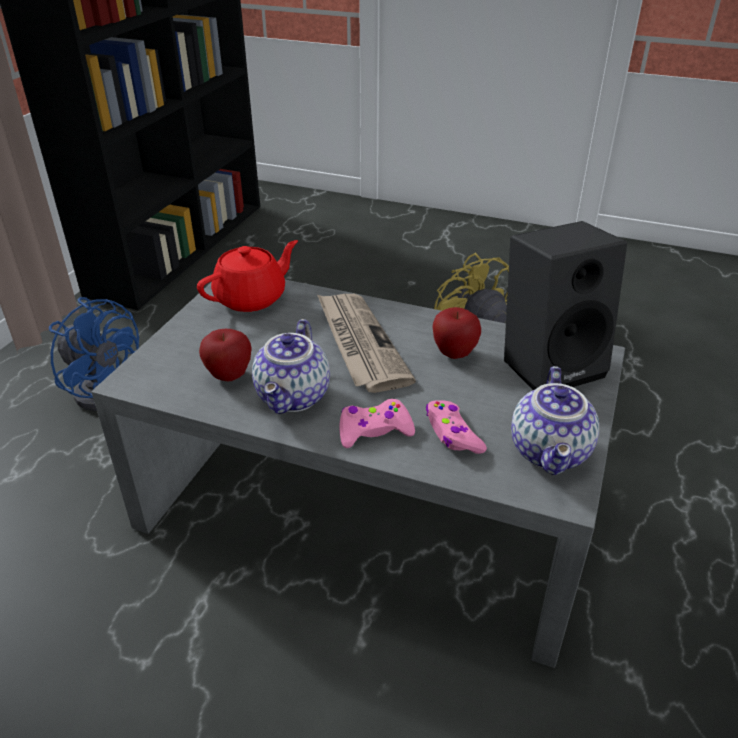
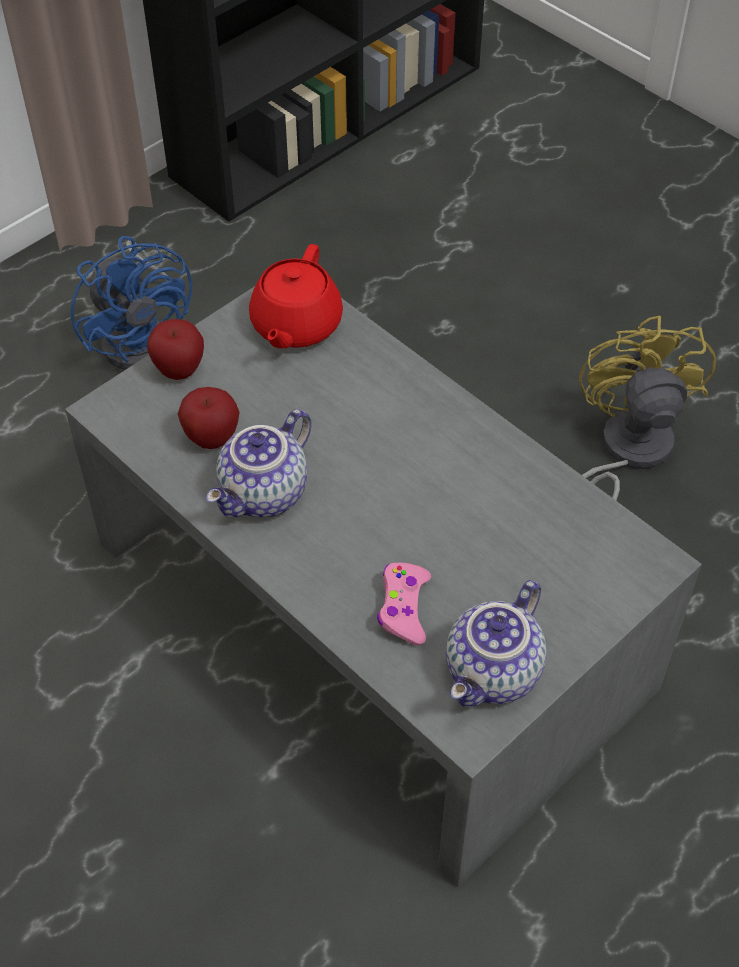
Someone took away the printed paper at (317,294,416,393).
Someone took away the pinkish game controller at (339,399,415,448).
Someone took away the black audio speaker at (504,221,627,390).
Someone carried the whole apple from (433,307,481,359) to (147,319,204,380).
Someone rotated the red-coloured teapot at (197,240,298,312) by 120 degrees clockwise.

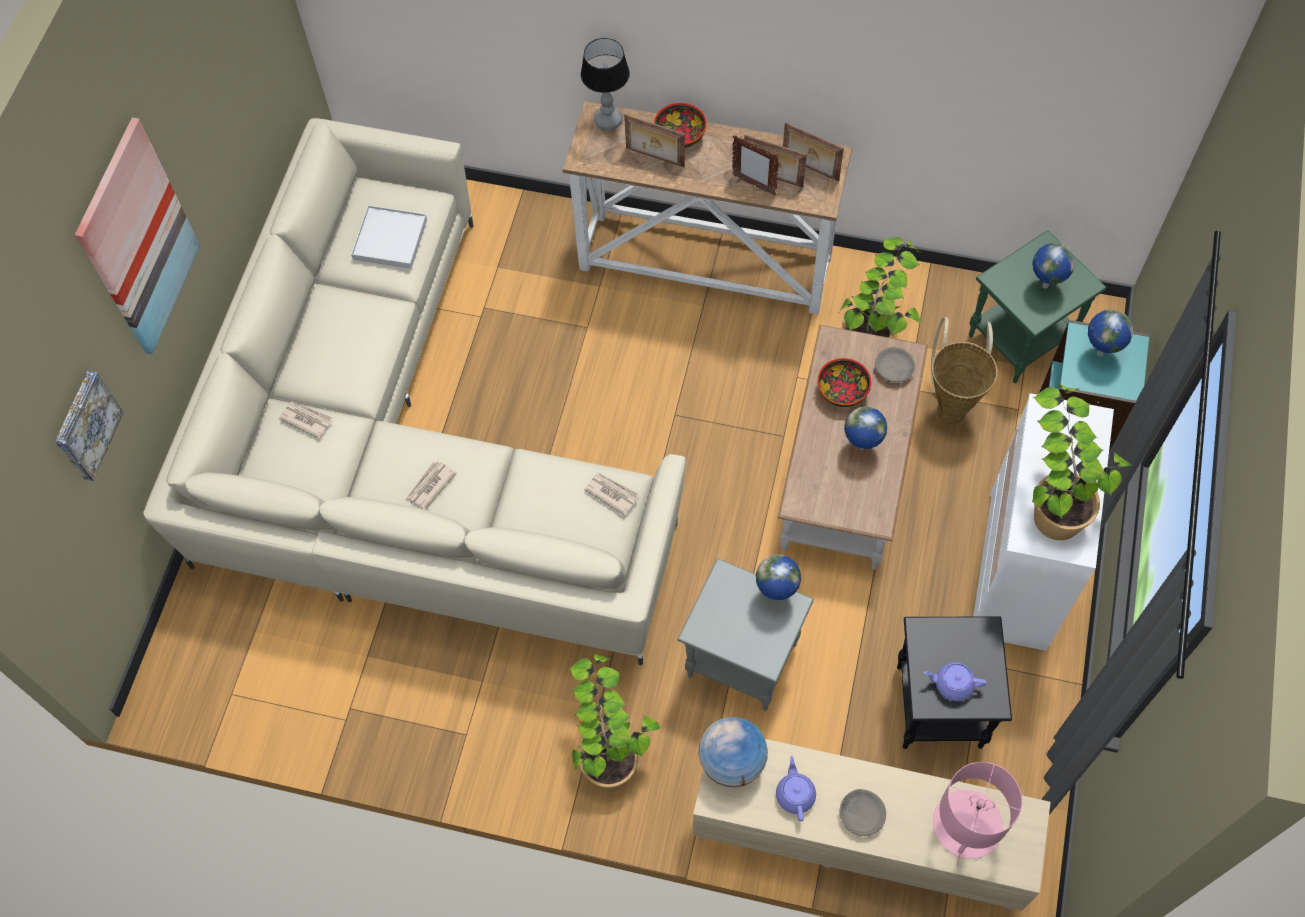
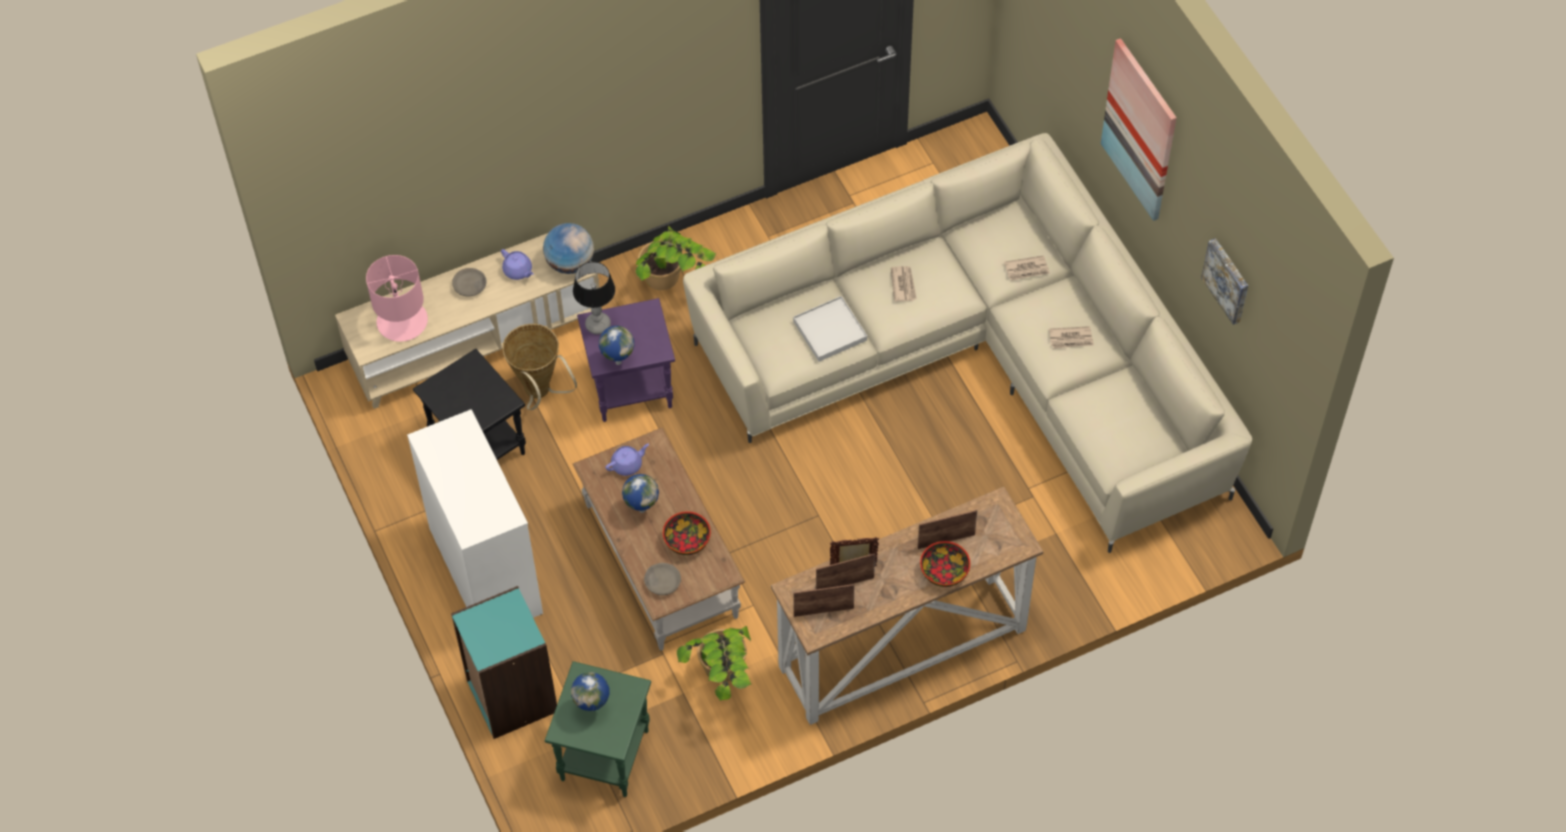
Someone took away the potted plant at (1032,383,1132,540).
Someone took away the desk globe at (1088,309,1133,356).
Someone carried the picture from (55,371,124,481) to (1201,238,1248,325).
Someone carried the white-coloured tray from (351,205,427,269) to (793,296,867,362).
Someone carried the tabletop lamp from (581,38,630,130) to (573,261,615,335).
Someone carried the printed paper from (584,472,639,516) to (1049,326,1094,349).
Someone carried the purple-coloured teapot from (924,662,987,701) to (605,444,649,476).
Someone carried the storage basket from (931,317,997,424) to (502,324,577,410).
Someone repainted the grey end table at (678,558,814,711), which became the purple-coloured end table at (577,298,675,422).

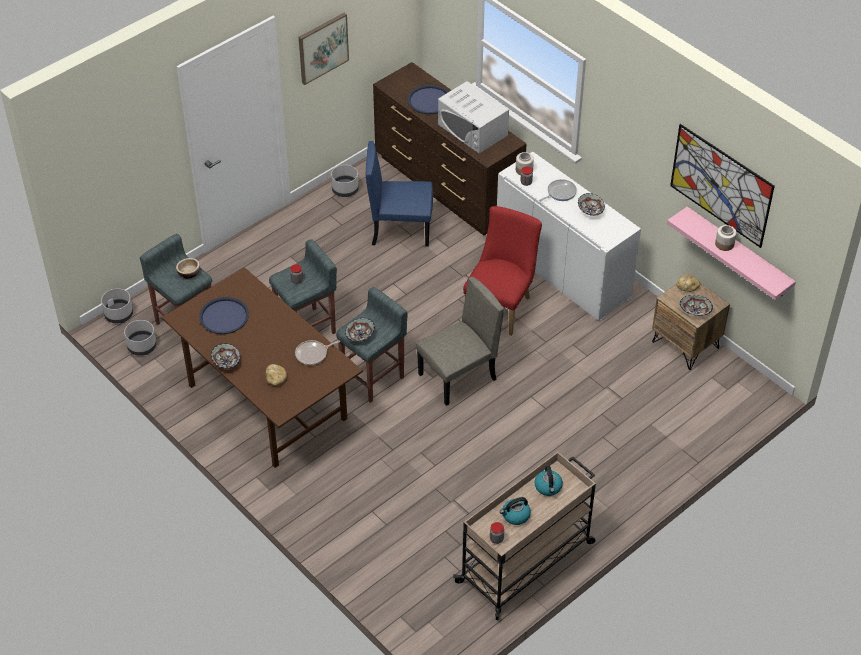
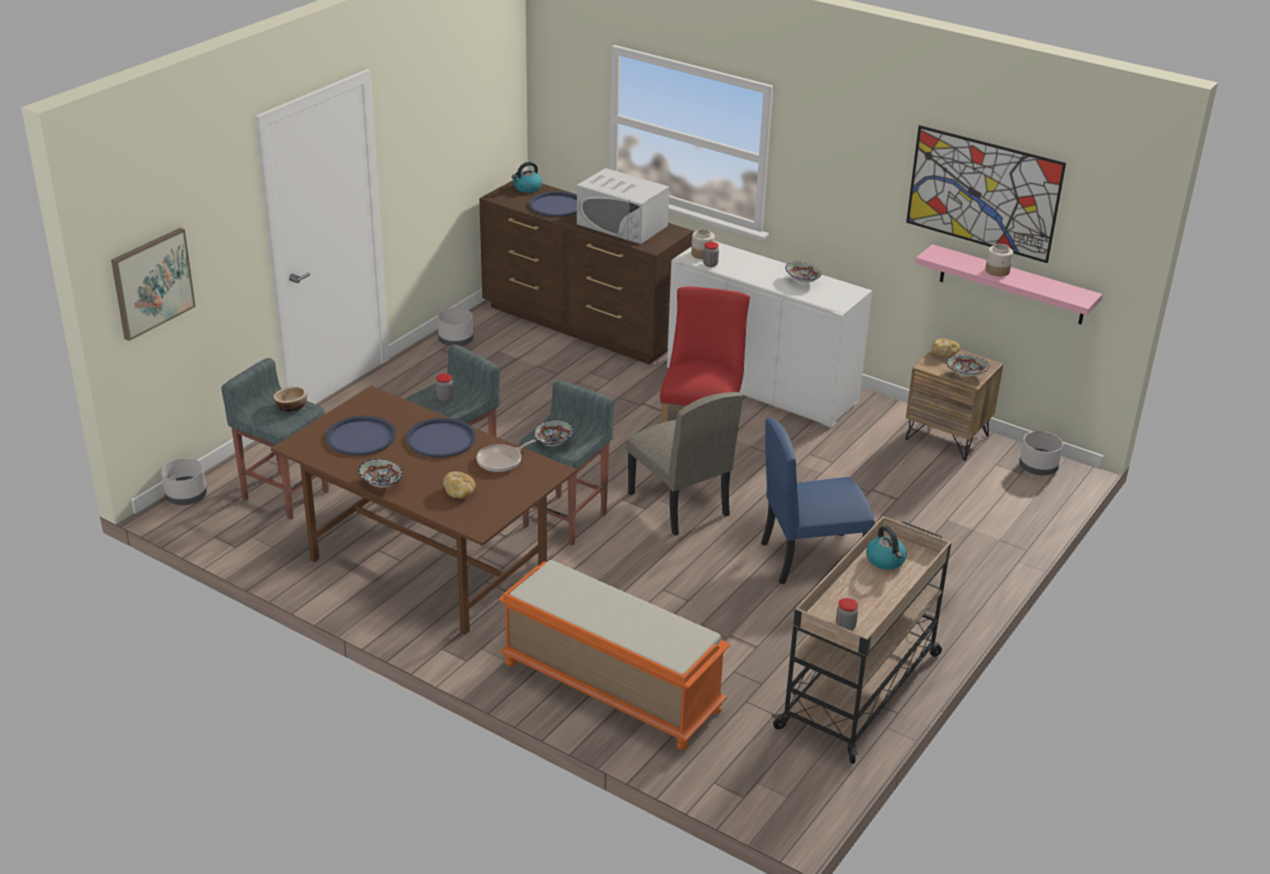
Someone took away the skillet at (539,179,577,201).
Someone put down the bluish tray at (406,418,476,458).
Someone put down the orange-coloured long seat at (498,560,731,750).
Someone carried the grey planter from (124,320,156,356) to (1019,431,1063,475).
Someone carried the picture from (299,13,349,85) to (111,228,196,341).
Someone carried the bluish chair from (366,141,433,247) to (761,418,875,584).
Someone carried the kettle from (500,497,531,525) to (512,162,542,193).
Someone rotated the beige chair at (416,277,504,406) by 105 degrees clockwise.

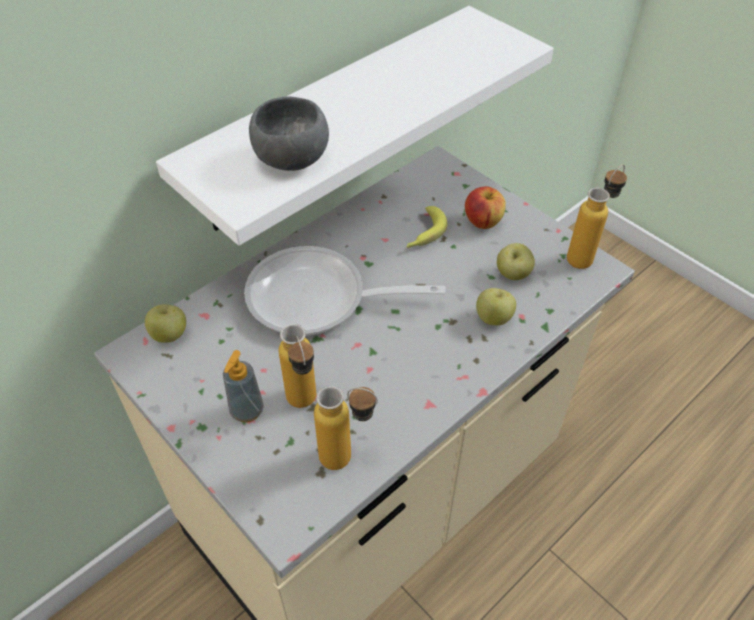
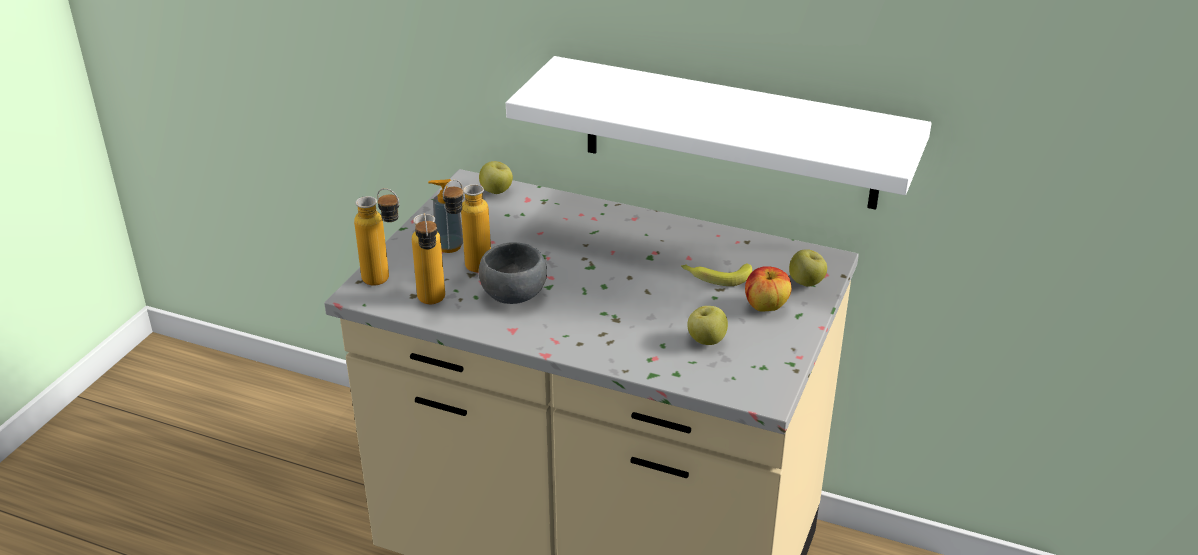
Someone took away the skillet at (244,246,445,336).
Someone carried the grey deep dish from (249,97,329,171) to (479,243,547,304).
Someone carried the whole apple from (476,288,516,325) to (789,249,827,287).
Someone carried the drink bottle from (567,165,627,269) to (354,188,399,286).

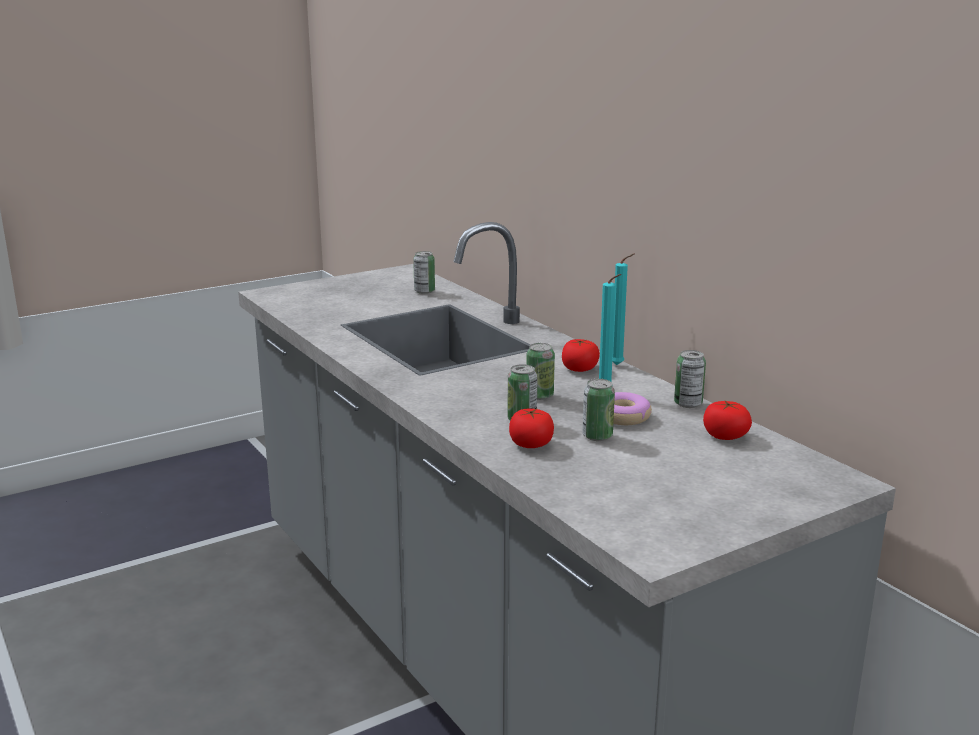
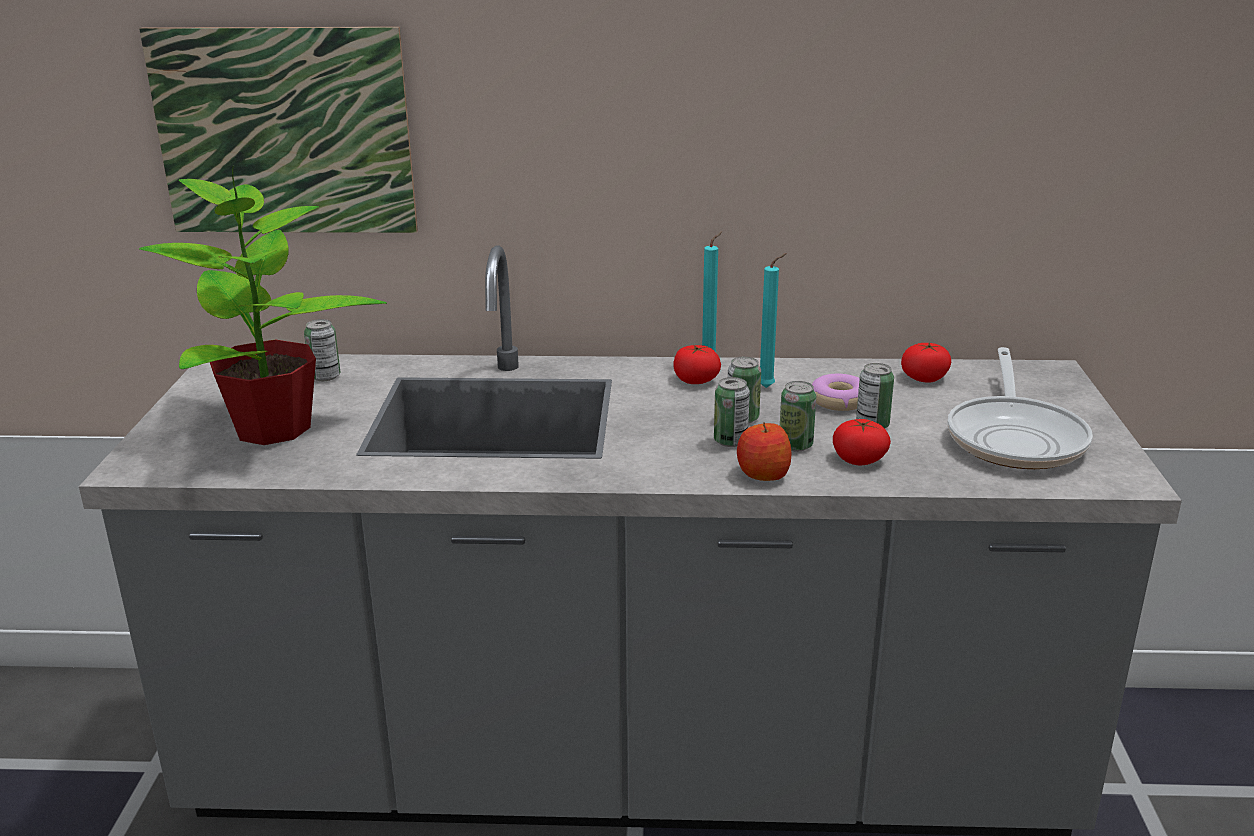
Someone put up the picture at (139,27,418,233).
Someone put down the potted plant at (139,166,387,445).
Someone put down the whole apple at (737,422,791,481).
Someone put down the skillet at (947,347,1093,469).
Someone carried the can from (674,350,706,408) to (714,377,750,447).

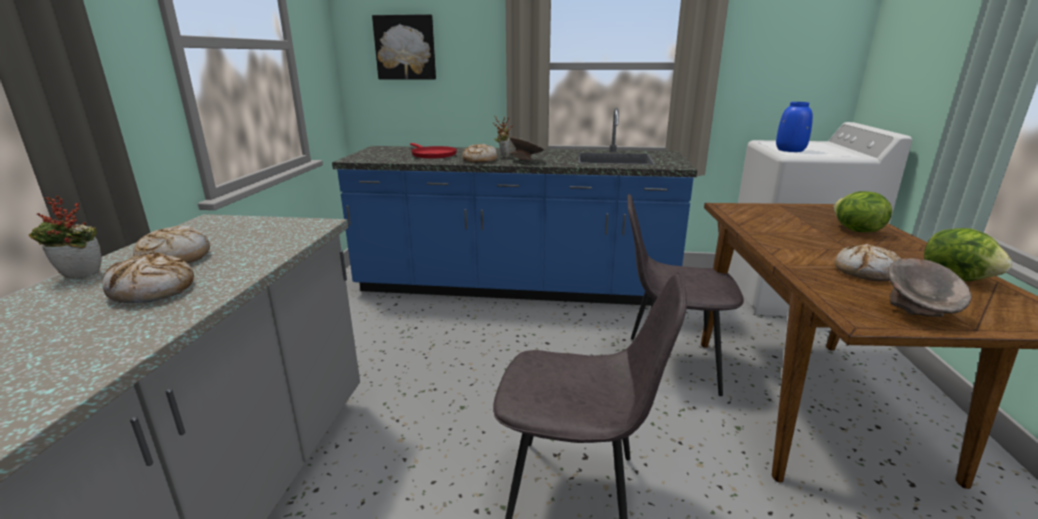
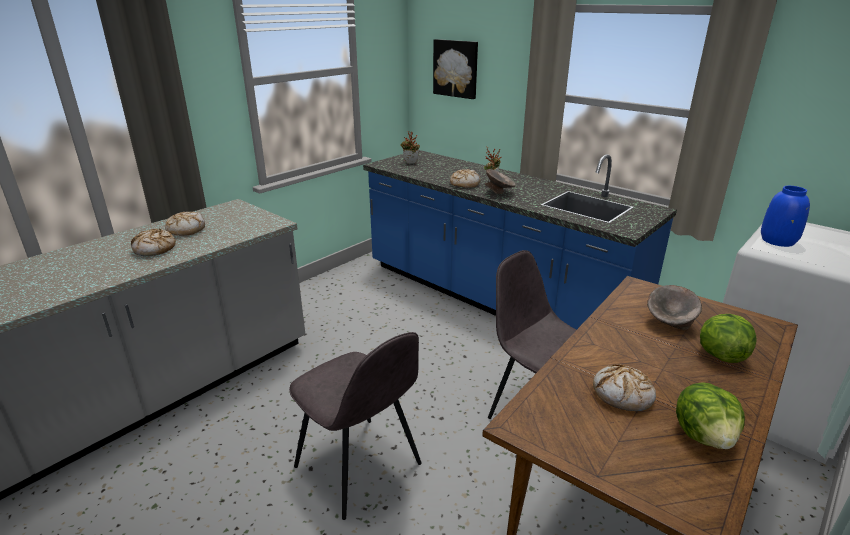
Someone took away the red-coloured skillet at (410,143,457,158).
Someone carried the potted plant from (29,195,102,278) to (400,131,420,164).
Someone carried the grey deep dish from (888,258,971,317) to (647,285,702,331).

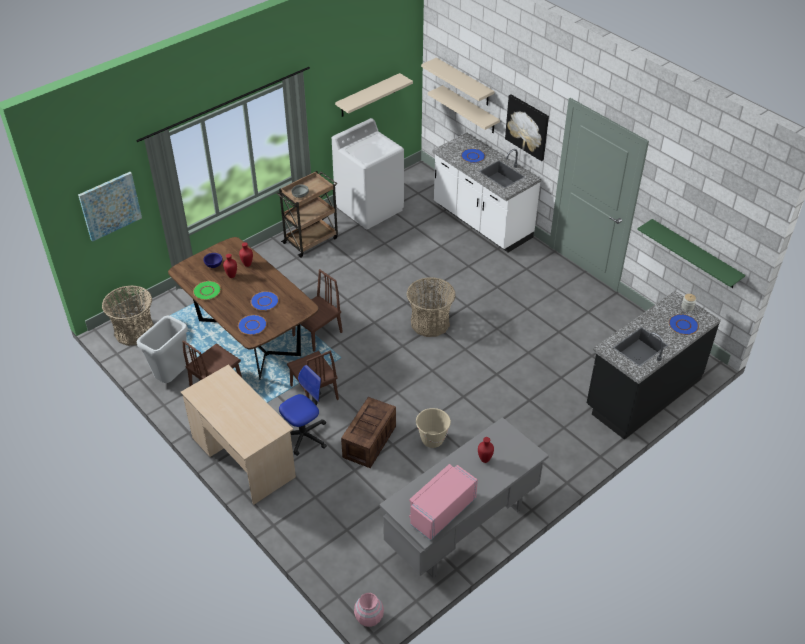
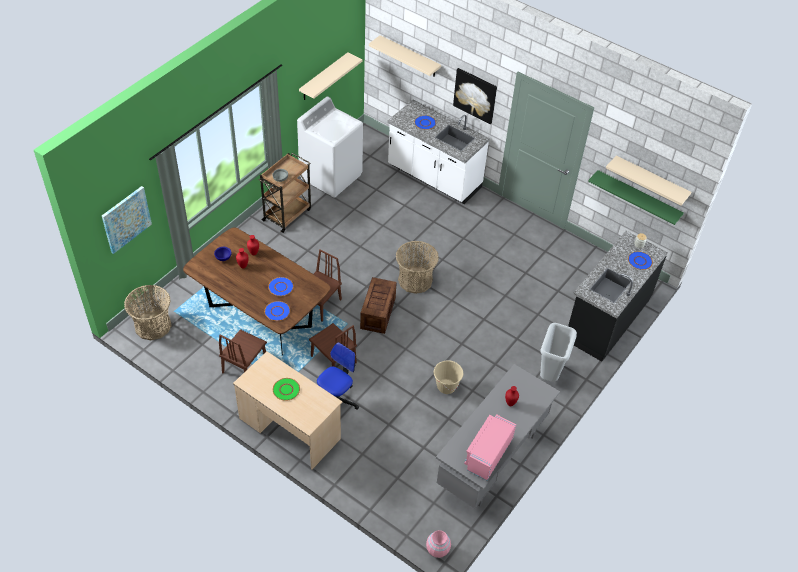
Someone carried the grey trash can from (137,316,188,383) to (540,323,577,382).
Someone carried the green plate from (193,281,221,300) to (273,378,300,401).
Someone carried the crate from (341,397,396,468) to (360,277,397,334).
Someone carried the beige shelf from (428,85,500,133) to (606,155,691,206).

